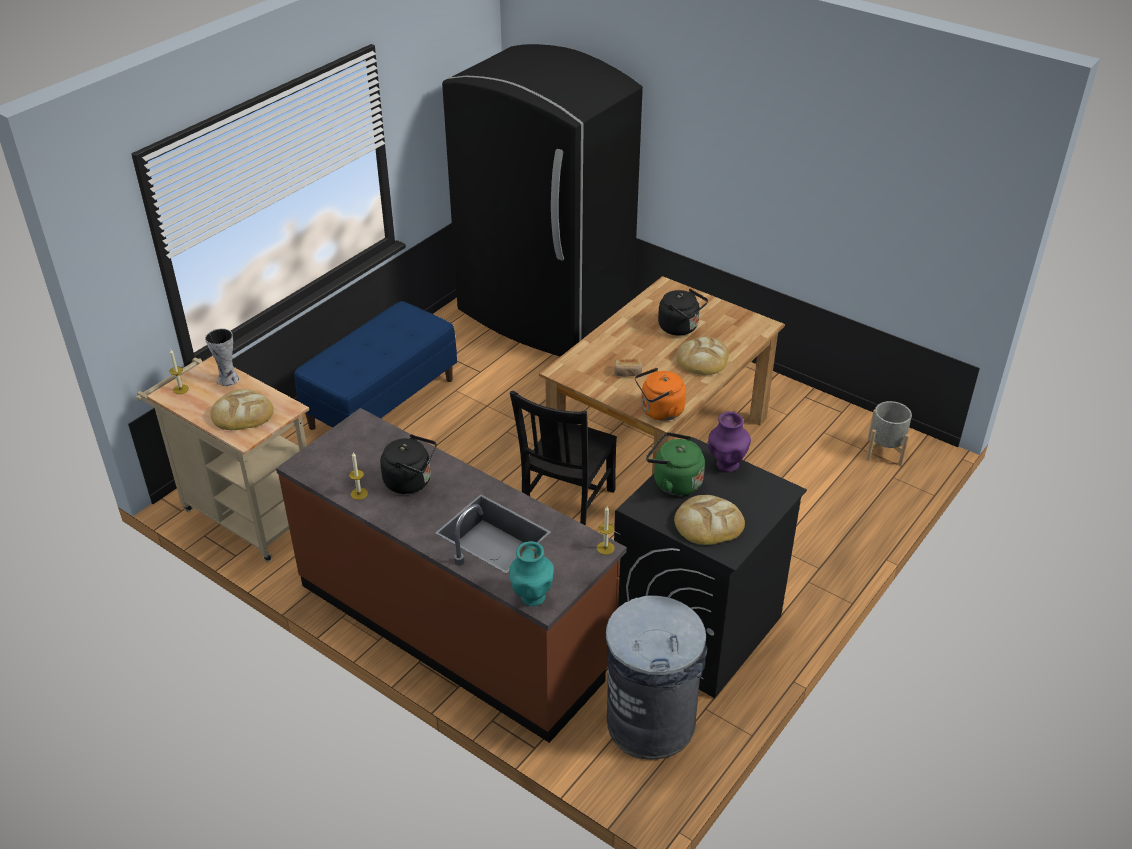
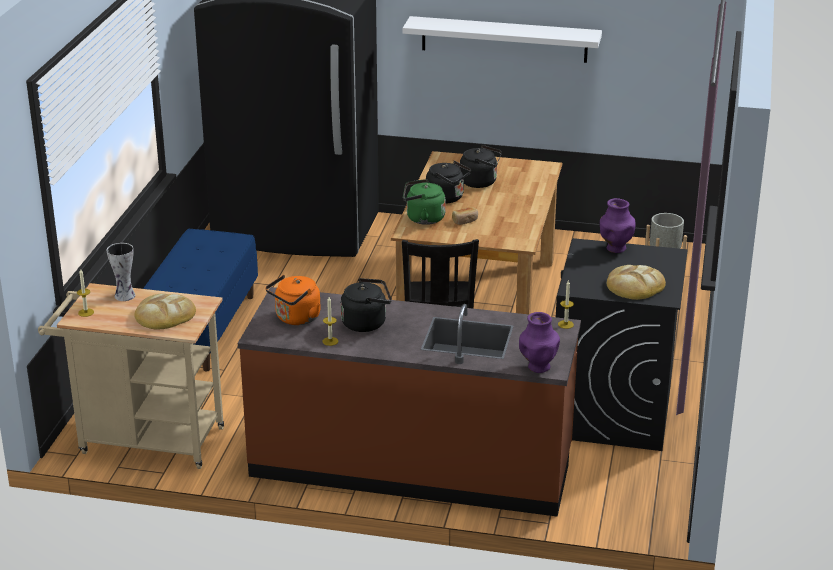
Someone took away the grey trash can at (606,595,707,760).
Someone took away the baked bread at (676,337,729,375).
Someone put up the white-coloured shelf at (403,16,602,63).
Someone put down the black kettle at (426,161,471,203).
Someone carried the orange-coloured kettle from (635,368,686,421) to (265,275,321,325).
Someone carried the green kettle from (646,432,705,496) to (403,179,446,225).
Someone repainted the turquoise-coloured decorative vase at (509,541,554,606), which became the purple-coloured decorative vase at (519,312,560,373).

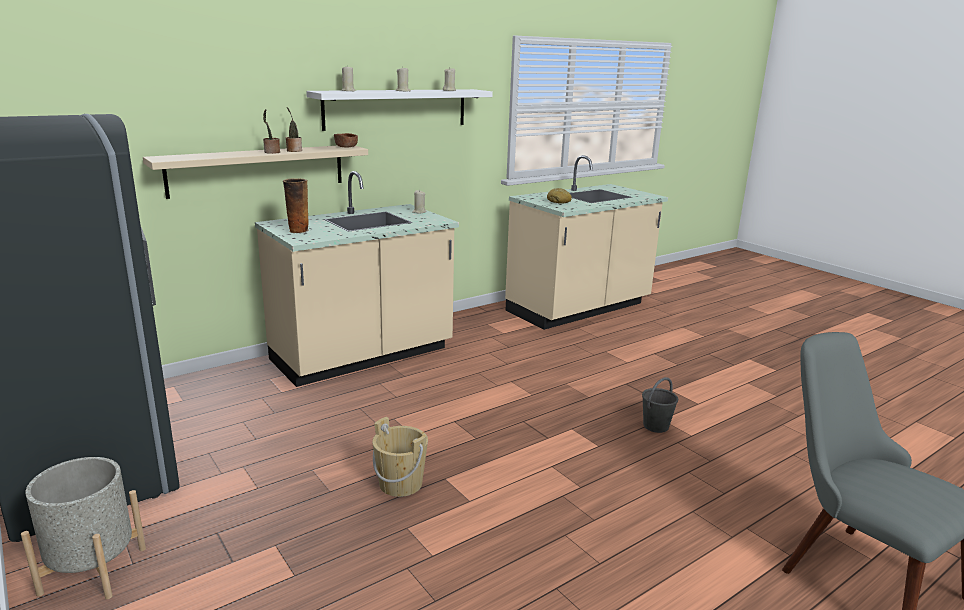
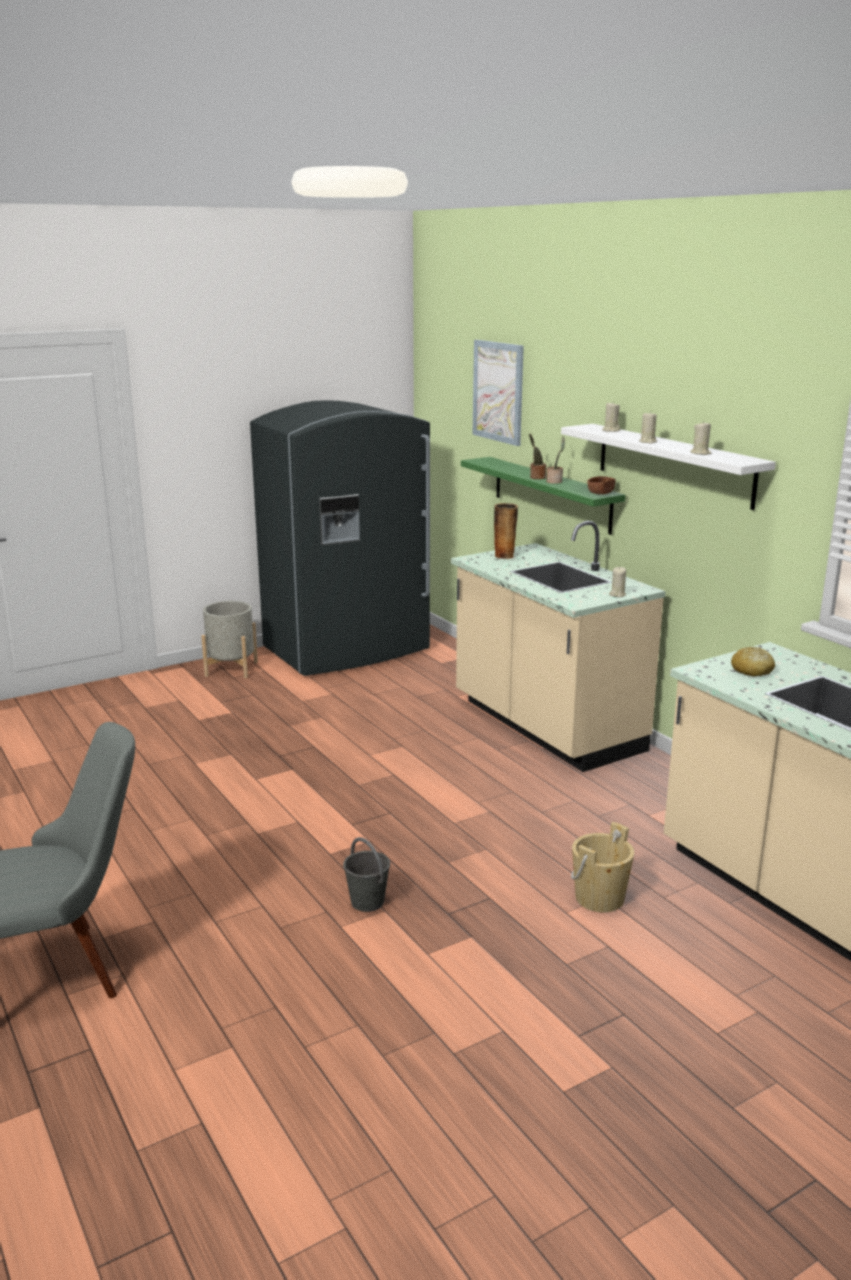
Someone put up the picture at (473,340,524,446).
Someone carried the beige water bucket from (372,417,428,497) to (571,822,635,912).
Someone repainted the beige shelf at (143,146,368,199), which became the green shelf at (461,457,625,535).

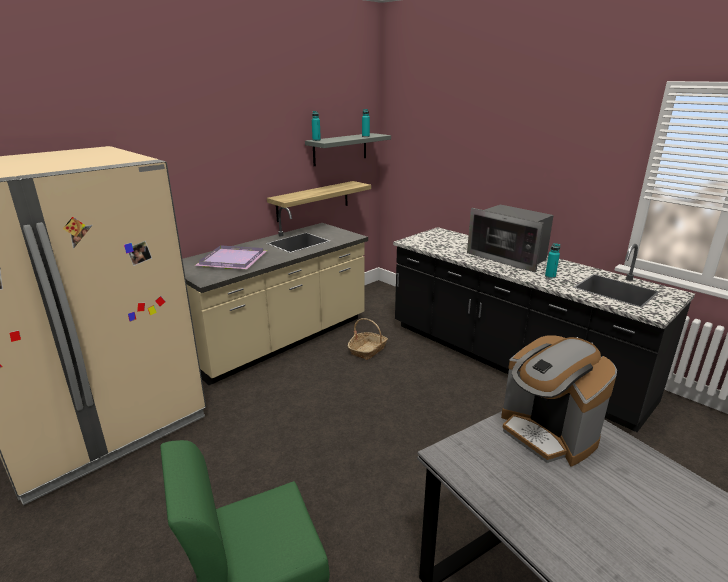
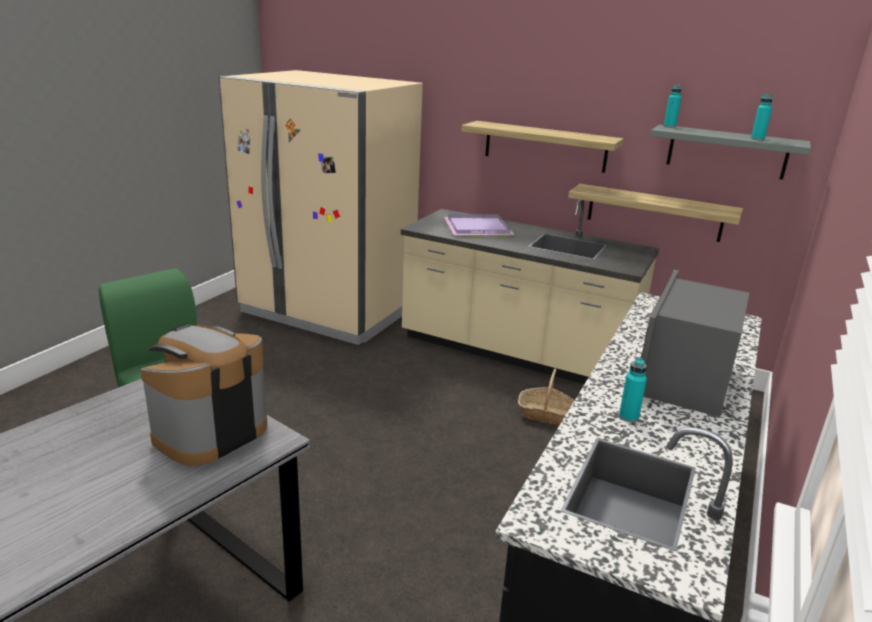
Someone put up the shelf at (461,121,624,173).

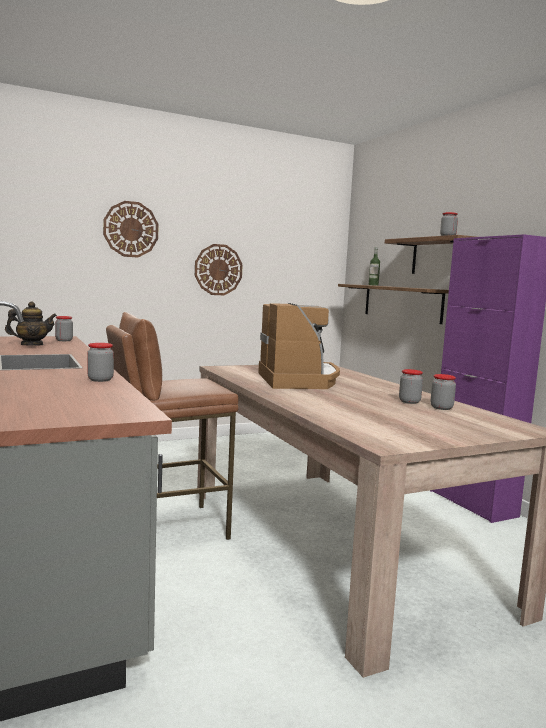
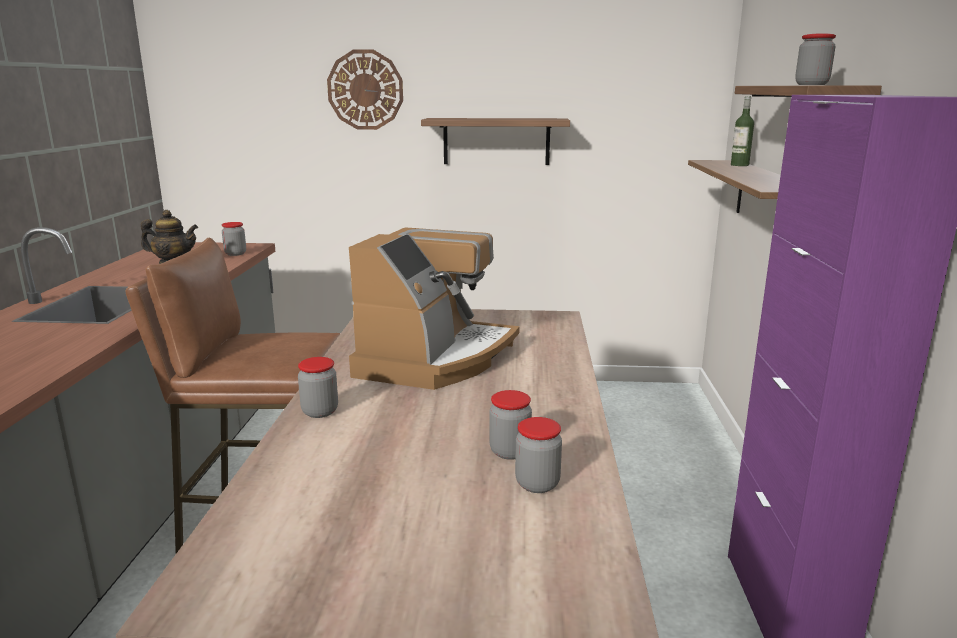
Someone carried the storage jar from (87,343,114,382) to (298,357,338,418).
Someone swapped the wall clock at (195,244,243,295) for the shelf at (421,118,570,165).

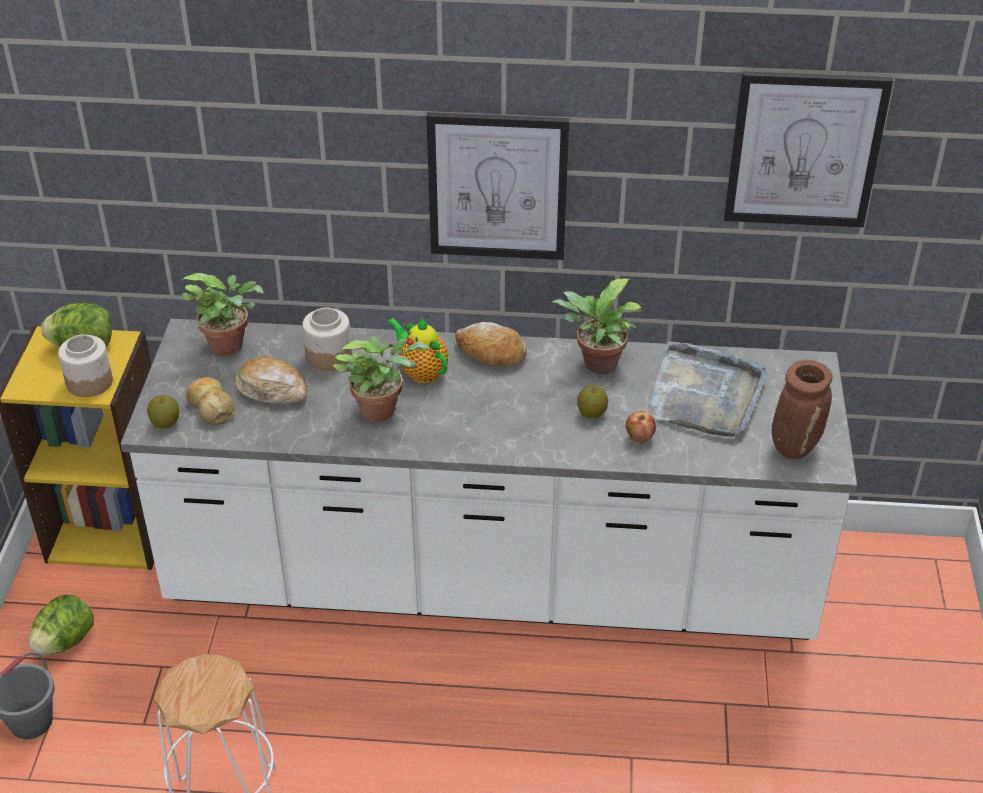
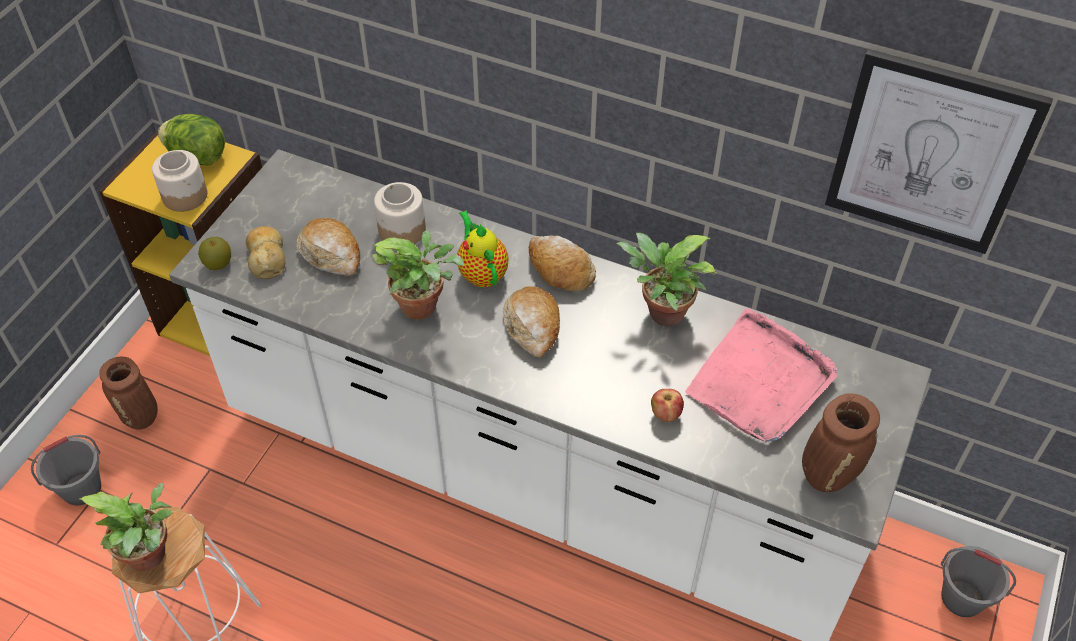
Someone took away the picture at (427,112,569,260).
Someone took away the whole apple at (577,385,608,419).
Someone put down the baked bread at (503,286,560,358).
Someone put down the grey water bucket at (941,546,1016,617).
Someone carried the potted plant from (182,273,264,356) to (79,483,173,571).
Someone swapped the lettuce at (29,595,94,655) for the brown-coloured decorative vase at (99,356,158,430).
Someone repainted the grey tray at (648,341,768,437), which became the pinkish tray at (685,308,837,443).

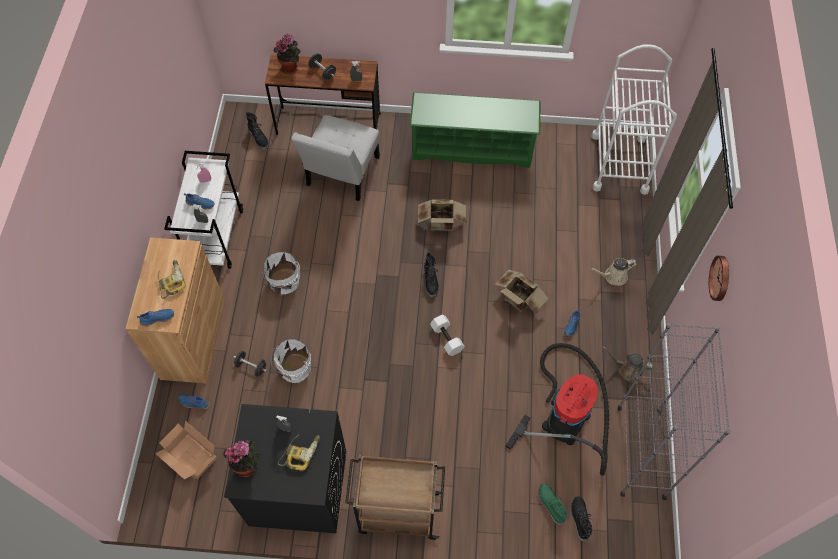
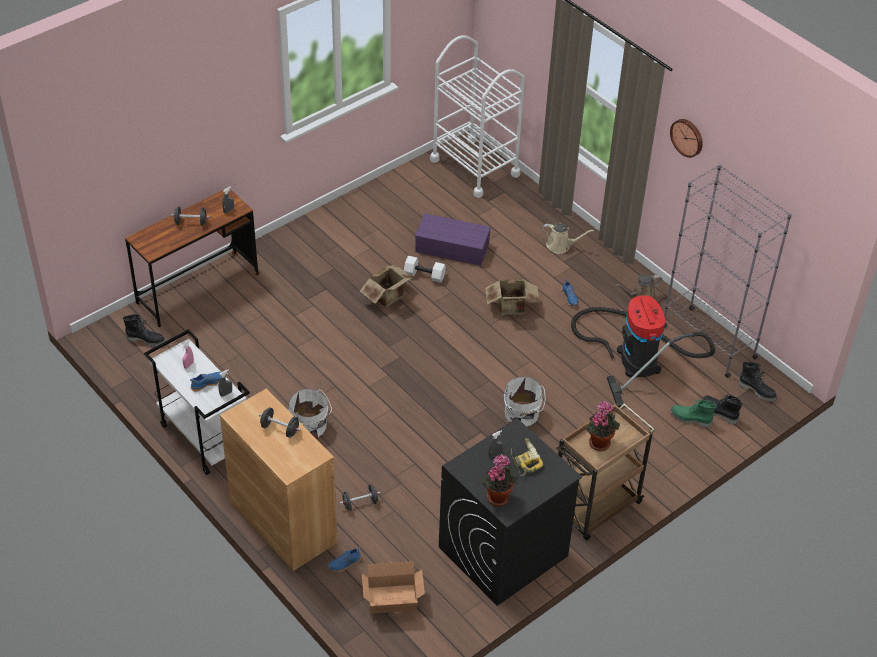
Someone took away the bluish low shoe at (137,309,174,327).
Someone took away the white-coloured chair at (291,115,380,201).
Someone took away the green shoe rack at (410,92,541,168).
Someone put down the purple-coloured storage bin at (415,213,491,266).
Someone carried the white-coloured water bucket from (271,339,311,383) to (504,377,545,426).
Someone carried the potted plant from (274,34,300,74) to (586,401,620,451).
Someone carried the black boot from (424,253,439,297) to (739,362,777,402).
Someone carried the white-coloured hand weight from (430,314,465,356) to (404,256,446,283).
Someone swapped the electric drill at (158,260,185,299) for the black hand weight at (259,407,301,438).
Someone rotated the beige watering can at (591,258,637,286) by 105 degrees counterclockwise.

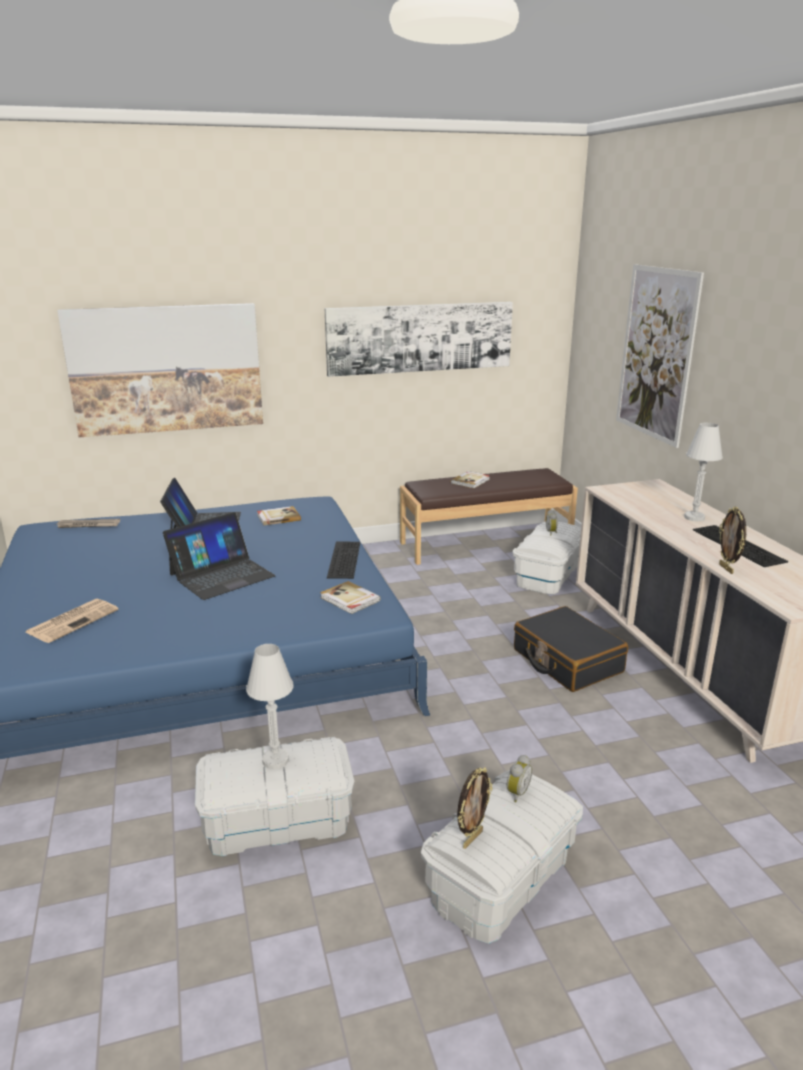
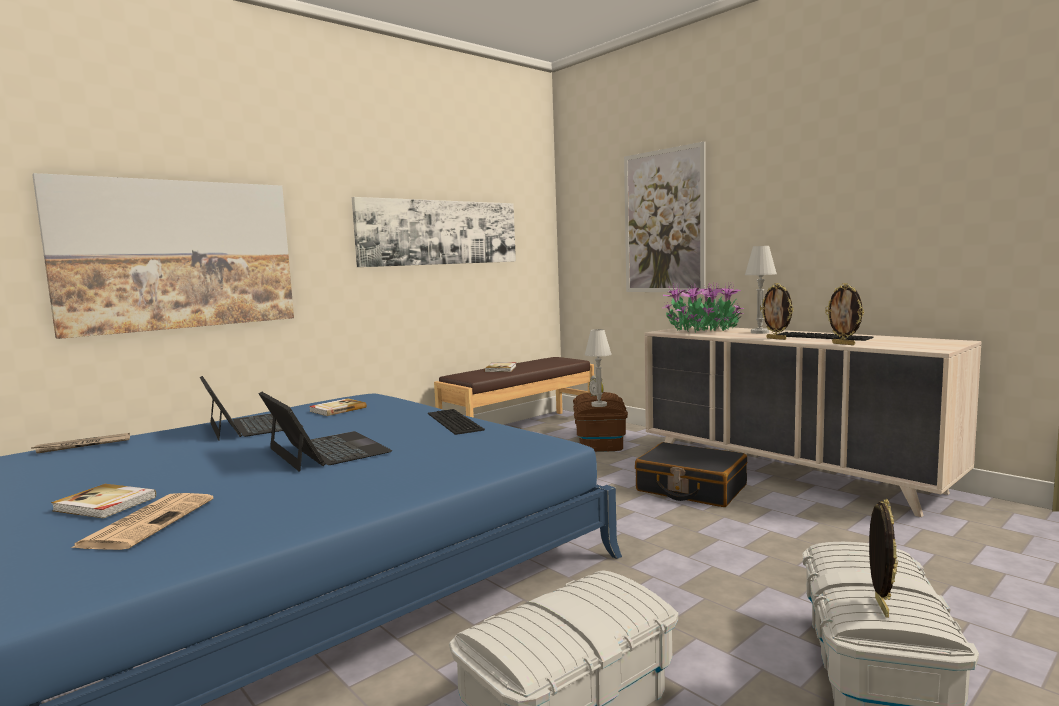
Someone took away the table clock at (507,755,532,802).
Someone put down the potted plant at (663,283,744,333).
Someone put down the picture frame at (760,283,794,340).
Someone carried the white-coloured tabletop lamp from (246,644,294,769) to (585,329,612,407).
Someone carried the bound book from (320,581,380,614) to (51,484,156,518).
Someone repainted the white-coloured storage bin at (513,522,581,595), which became the brown-coloured storage bin at (573,392,628,452).
Someone rotated the portable computer at (163,512,276,600) by 60 degrees counterclockwise.

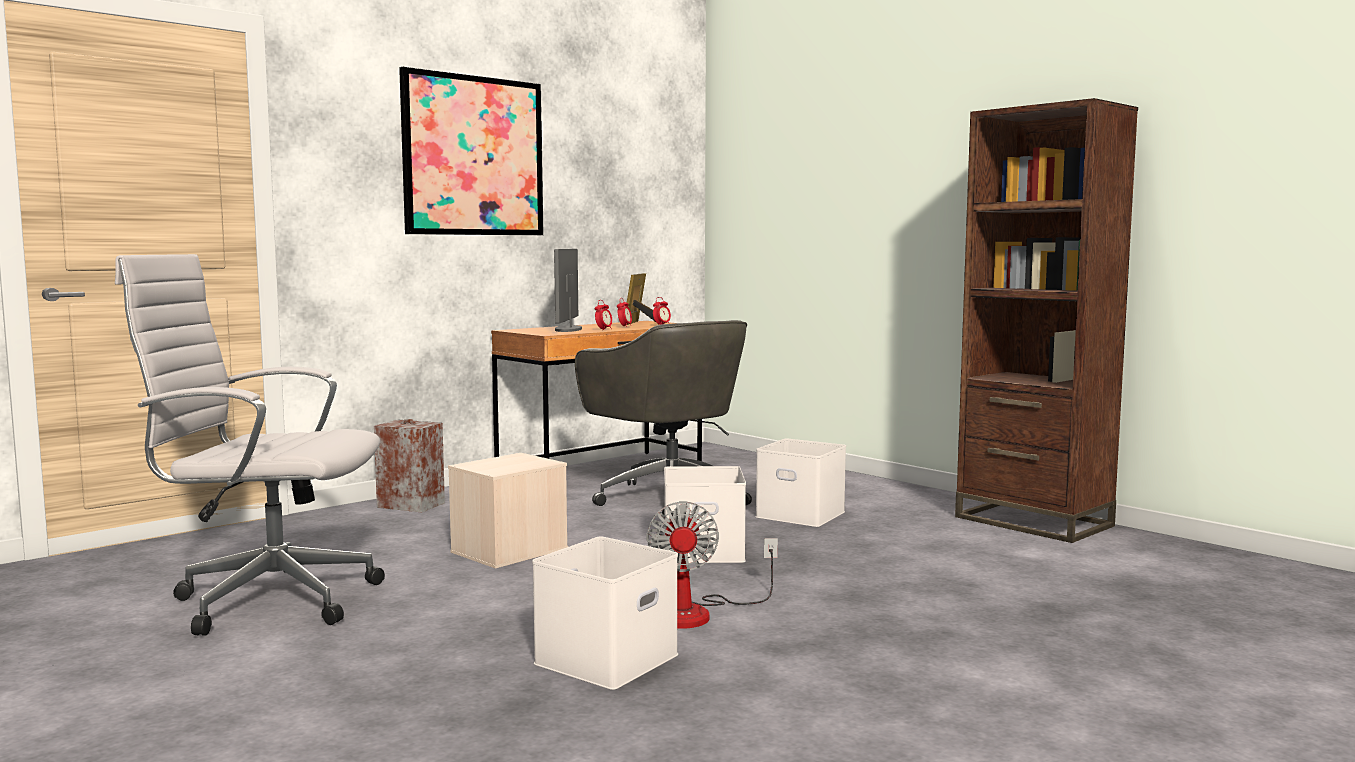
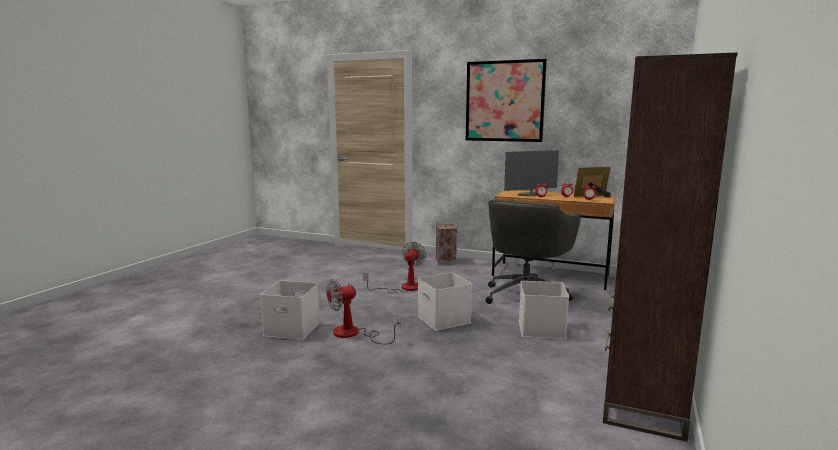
Someone took away the white-coloured computer chair at (115,254,385,636).
Someone swapped the beige storage bin at (448,453,568,569) for the electric fan at (363,242,426,293).

